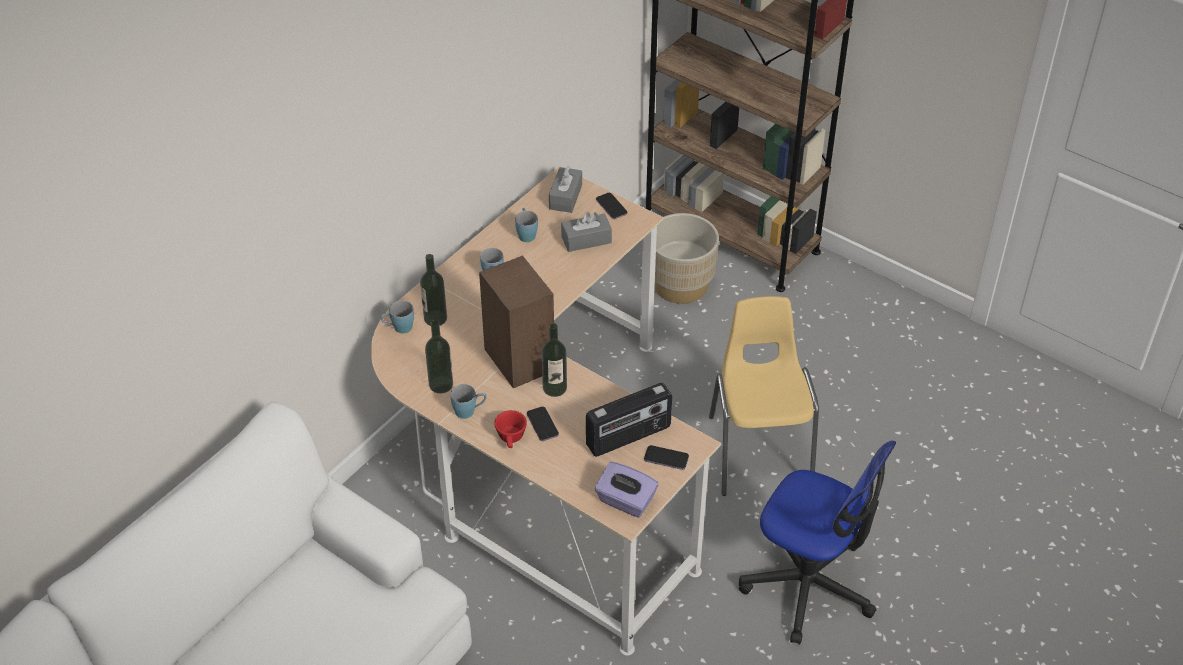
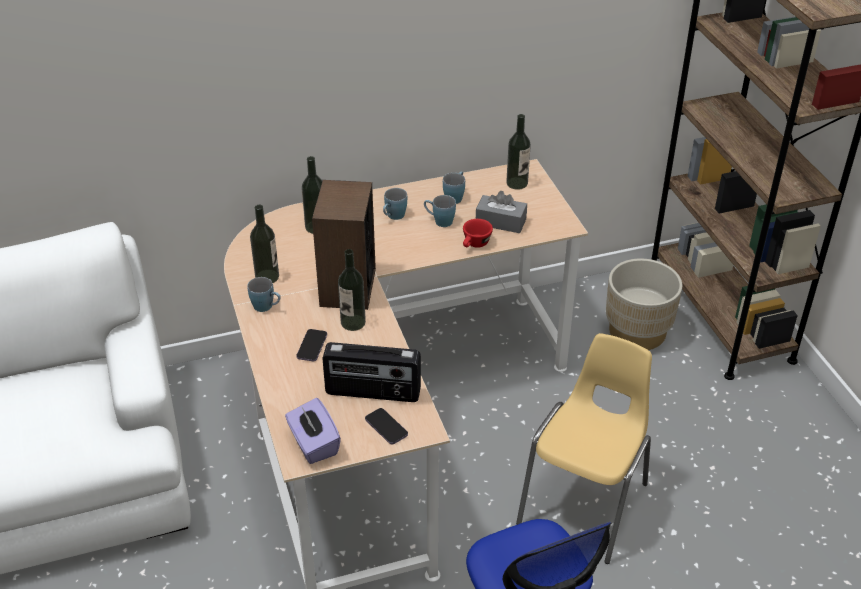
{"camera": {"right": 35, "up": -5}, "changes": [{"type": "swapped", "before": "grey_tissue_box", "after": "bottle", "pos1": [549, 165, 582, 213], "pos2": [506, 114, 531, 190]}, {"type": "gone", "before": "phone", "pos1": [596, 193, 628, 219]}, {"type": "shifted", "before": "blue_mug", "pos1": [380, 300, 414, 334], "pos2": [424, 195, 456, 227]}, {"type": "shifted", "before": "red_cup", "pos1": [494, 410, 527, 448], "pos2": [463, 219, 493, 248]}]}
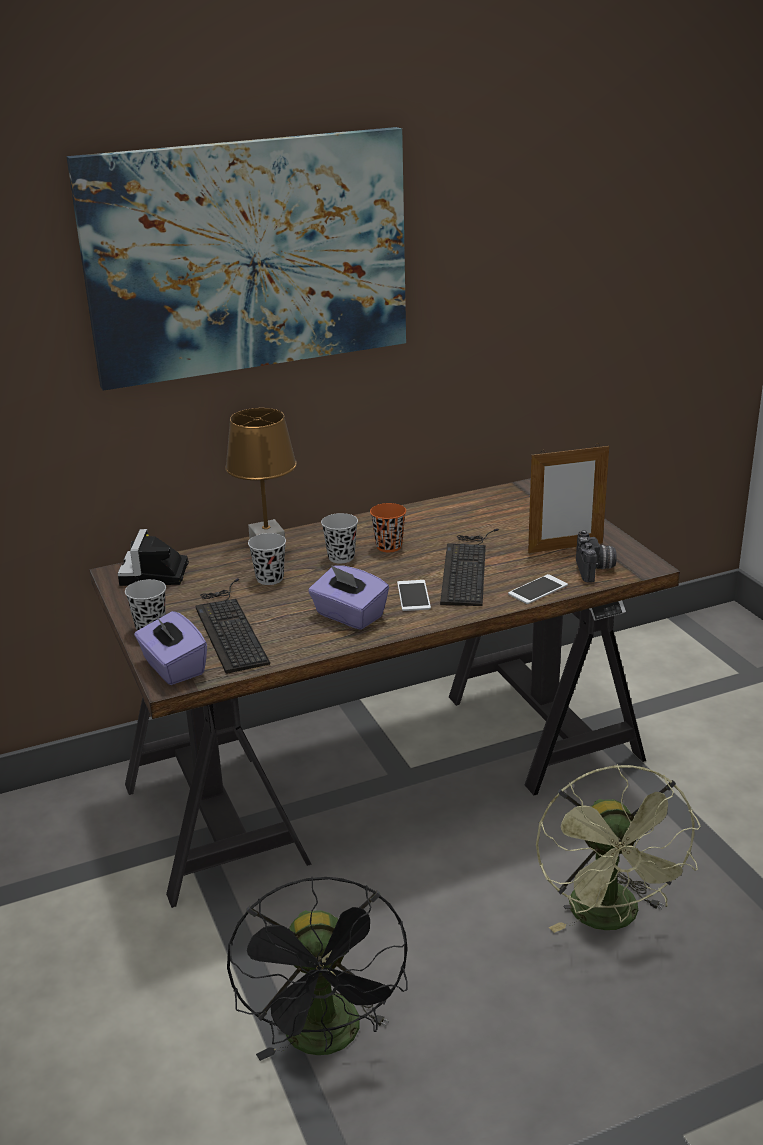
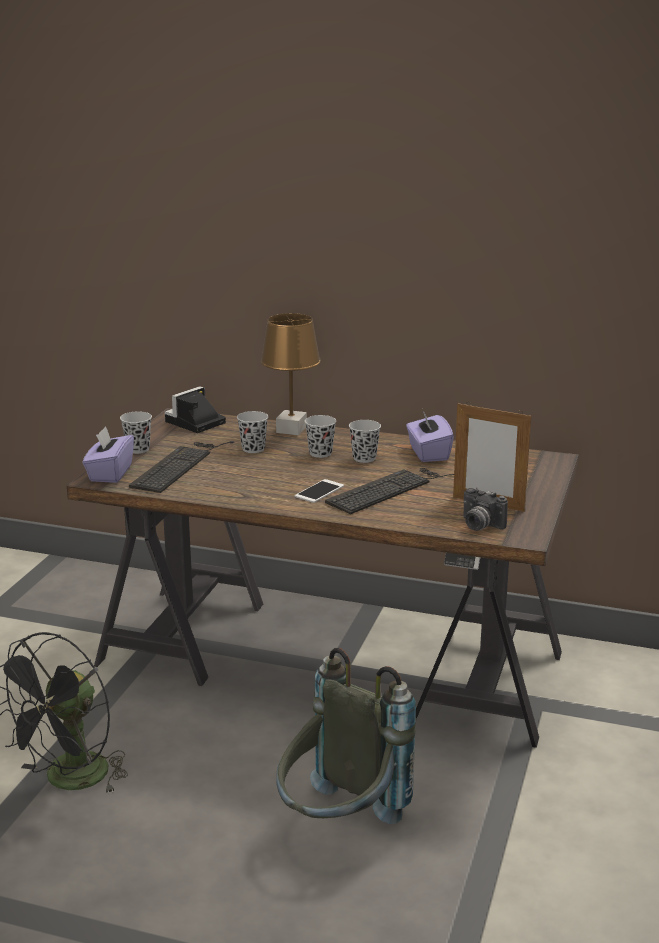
{"camera": {"right": 40, "up": -5}, "changes": [{"type": "gone", "before": "picture", "pos1": [66, 127, 406, 391]}, {"type": "repainted", "before": "orange_cup", "after": "black_cup", "pos1": [370, 503, 406, 552], "pos2": [349, 420, 381, 463]}, {"type": "rotated", "before": "photo_camera", "pos1": [576, 530, 617, 582], "pos2": [463, 488, 508, 531], "turn": 90}, {"type": "shifted", "before": "purple_tissue_box", "pos1": [308, 565, 389, 630], "pos2": [406, 411, 454, 462]}, {"type": "gone", "before": "phone", "pos1": [508, 574, 568, 604]}, {"type": "swapped", "before": "green_fan", "after": "grey_backpack", "pos1": [536, 764, 701, 933], "pos2": [276, 648, 416, 824]}]}
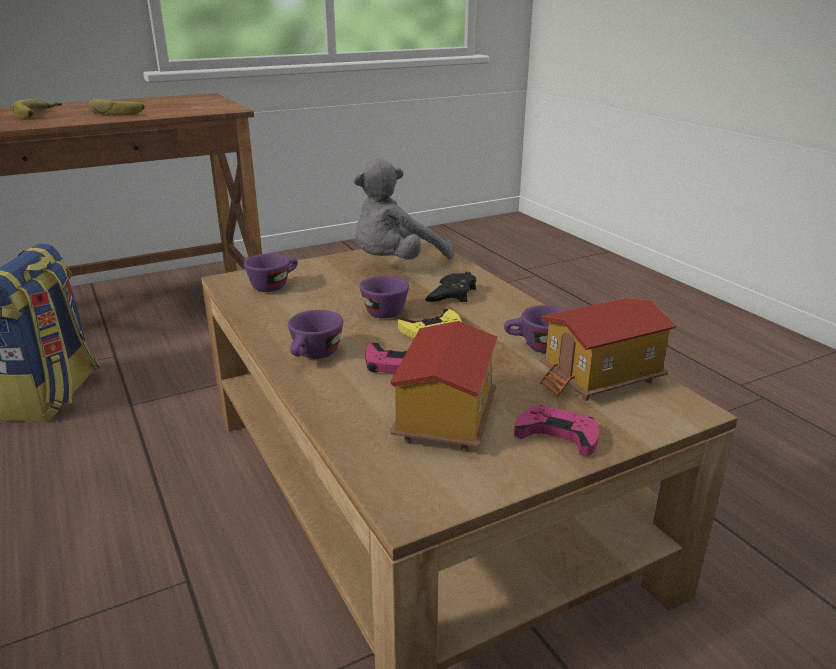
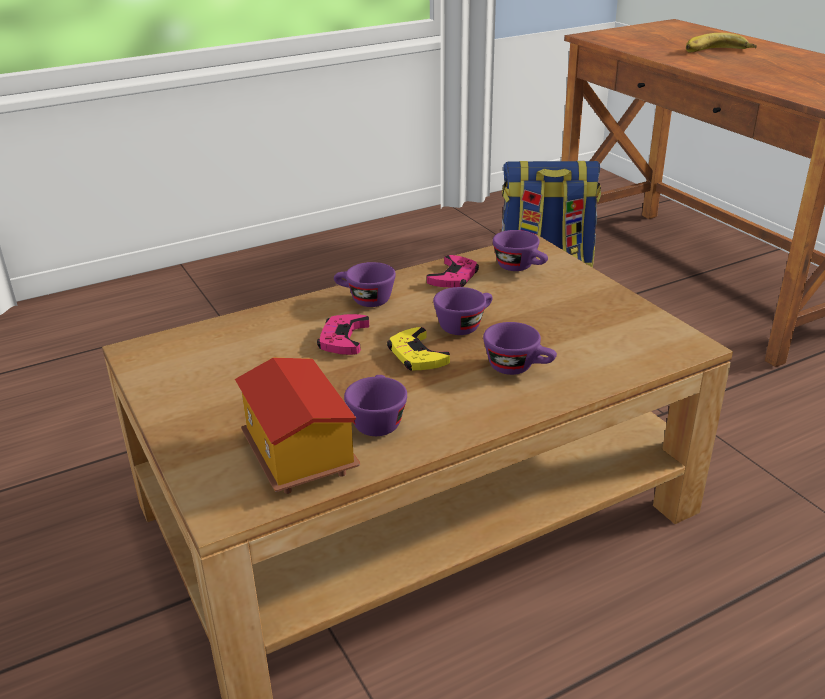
{"camera": {"right": 90, "up": 5}, "changes": [{"type": "gone", "before": "banana", "pos1": [88, 98, 145, 115]}, {"type": "gone", "before": "grey_plush_toy", "pos1": [354, 159, 454, 260]}, {"type": "swapped", "before": "black_game_controller", "after": "purple_cup", "pos1": [425, 272, 476, 303], "pos2": [483, 322, 557, 375]}, {"type": "gone", "before": "toy_house", "pos1": [390, 321, 497, 452]}, {"type": "shifted", "before": "pink_game_controller", "pos1": [514, 405, 599, 456], "pos2": [427, 255, 479, 288]}]}
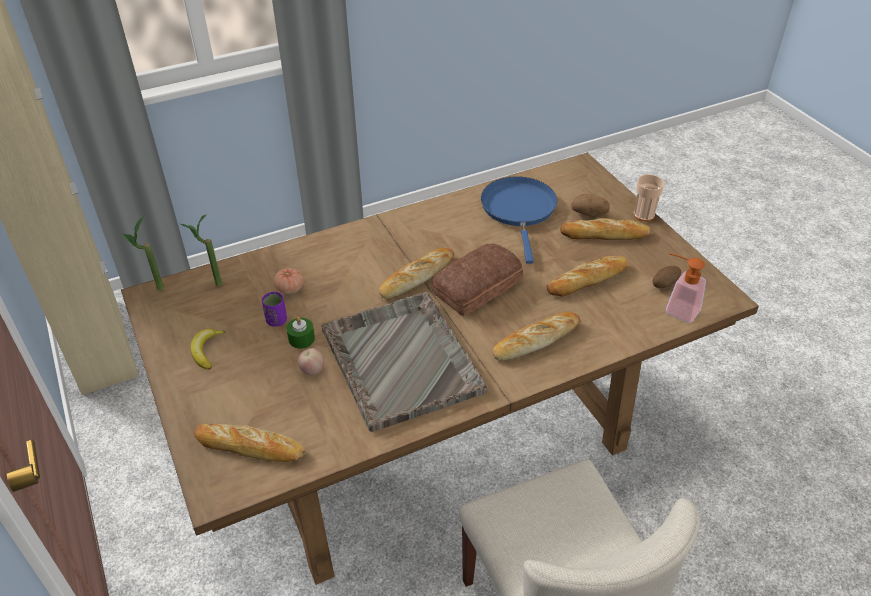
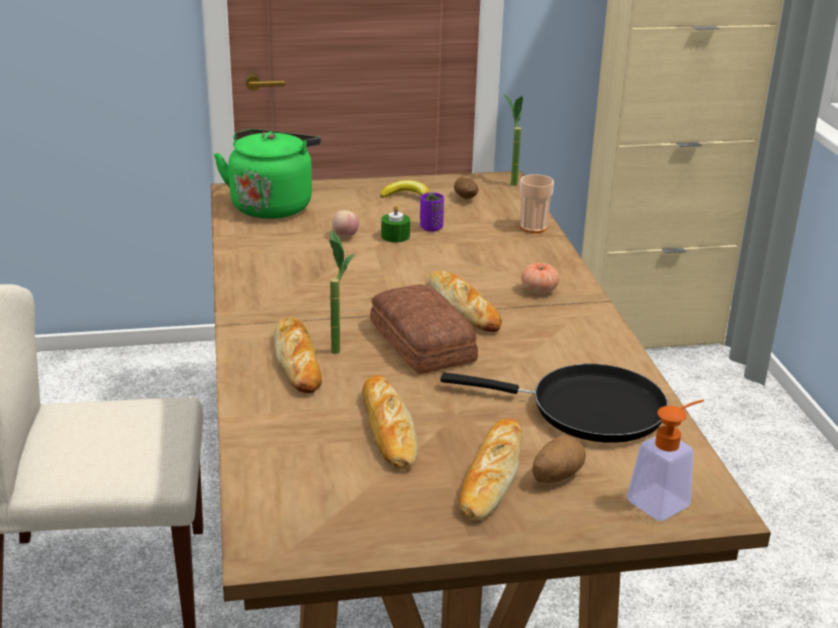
{"camera": {"right": 105, "up": -15}, "changes": [{"type": "shifted", "before": "cup", "pos1": [633, 174, 665, 221], "pos2": [520, 174, 554, 233]}, {"type": "repainted", "before": "blue_frying_pan", "after": "black_frying_pan", "pos1": [481, 176, 557, 264], "pos2": [440, 364, 668, 443]}, {"type": "shifted", "before": "potted_plant", "pos1": [180, 214, 222, 286], "pos2": [329, 229, 355, 354]}, {"type": "shifted", "before": "soap_dispenser", "pos1": [666, 253, 706, 323], "pos2": [627, 399, 704, 521]}, {"type": "shifted", "before": "potato", "pos1": [653, 266, 681, 288], "pos2": [454, 177, 478, 199]}, {"type": "shifted", "before": "tomato", "pos1": [274, 268, 304, 294], "pos2": [521, 263, 559, 294]}, {"type": "gone", "before": "grey_tray", "pos1": [321, 292, 487, 432]}, {"type": "swapped", "before": "bread", "after": "green_kettle", "pos1": [194, 424, 306, 462], "pos2": [214, 129, 321, 219]}]}
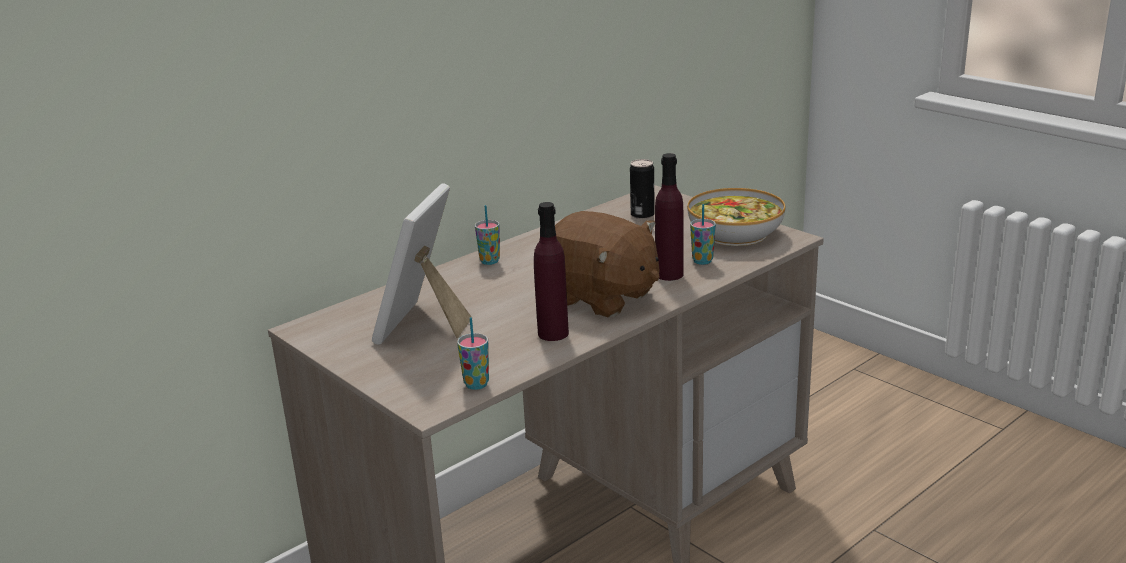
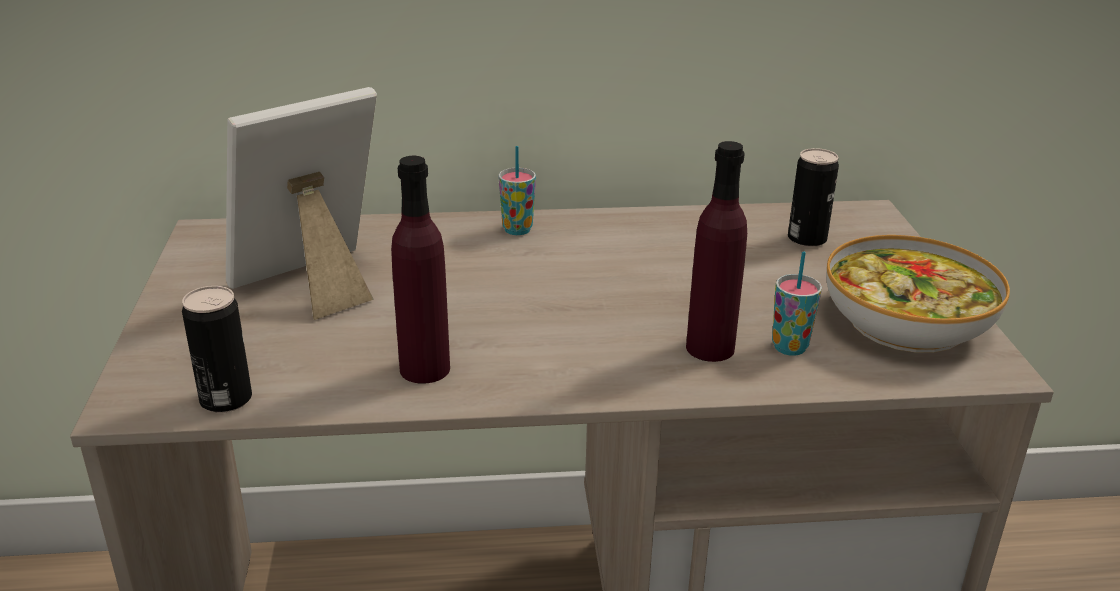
{"camera": {"right": 35, "up": 5}, "changes": [{"type": "gone", "before": "brown_plush_toy", "pos1": [555, 211, 660, 317]}, {"type": "swapped", "before": "cup", "after": "can", "pos1": [457, 317, 489, 390], "pos2": [182, 286, 252, 413]}]}
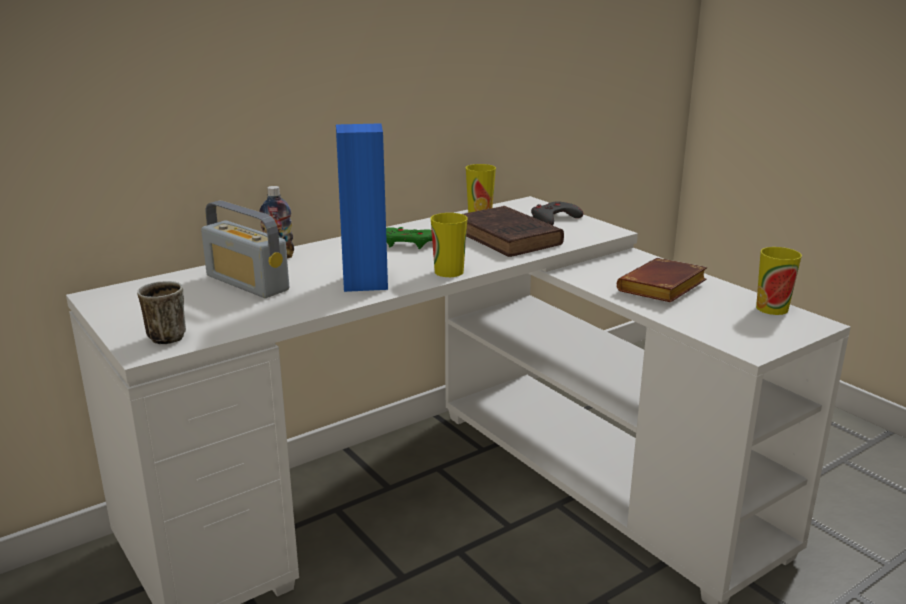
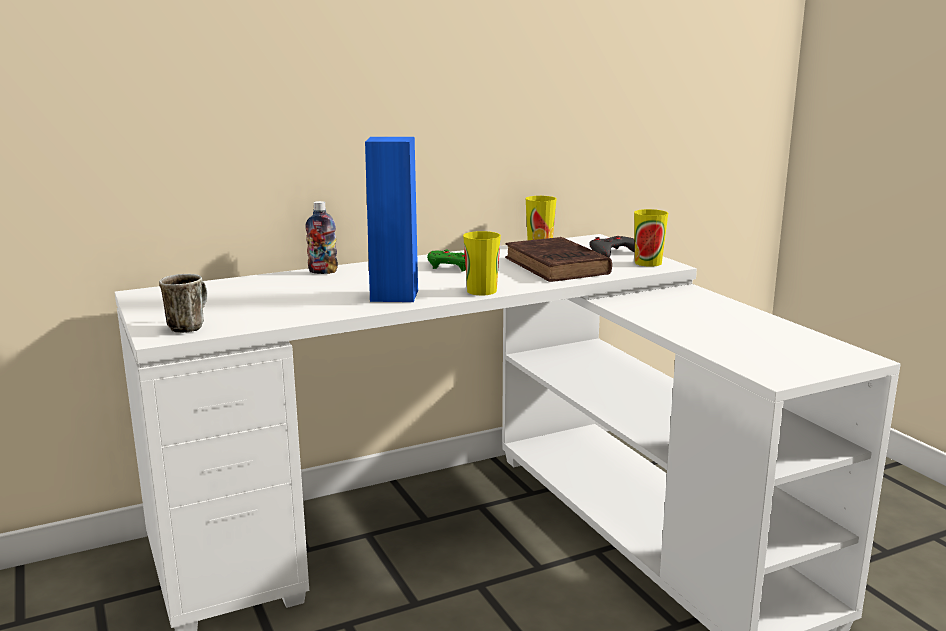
{"camera": {"right": 10, "up": -5}, "changes": [{"type": "gone", "before": "radio", "pos1": [201, 201, 289, 298]}, {"type": "shifted", "before": "cup", "pos1": [756, 247, 802, 315], "pos2": [634, 209, 668, 267]}, {"type": "gone", "before": "brown_book", "pos1": [617, 258, 707, 302]}]}
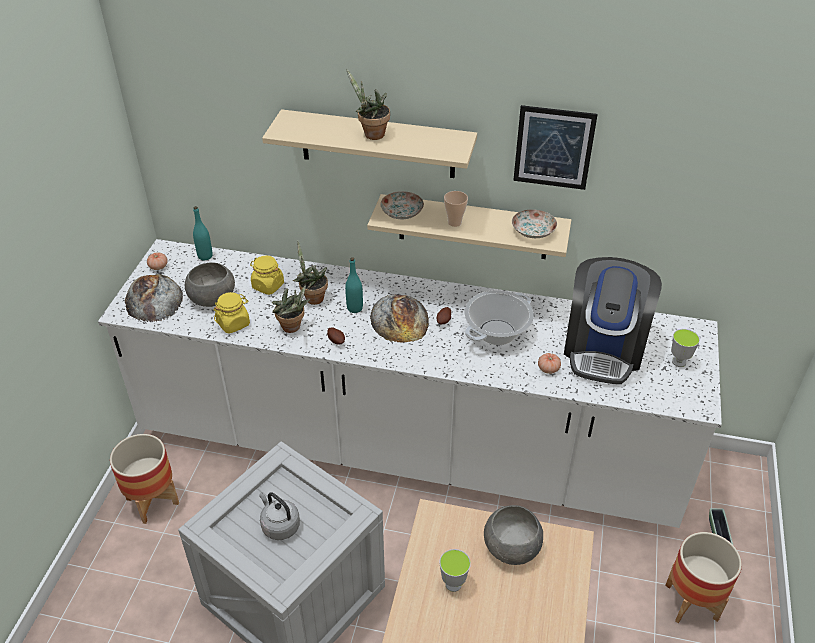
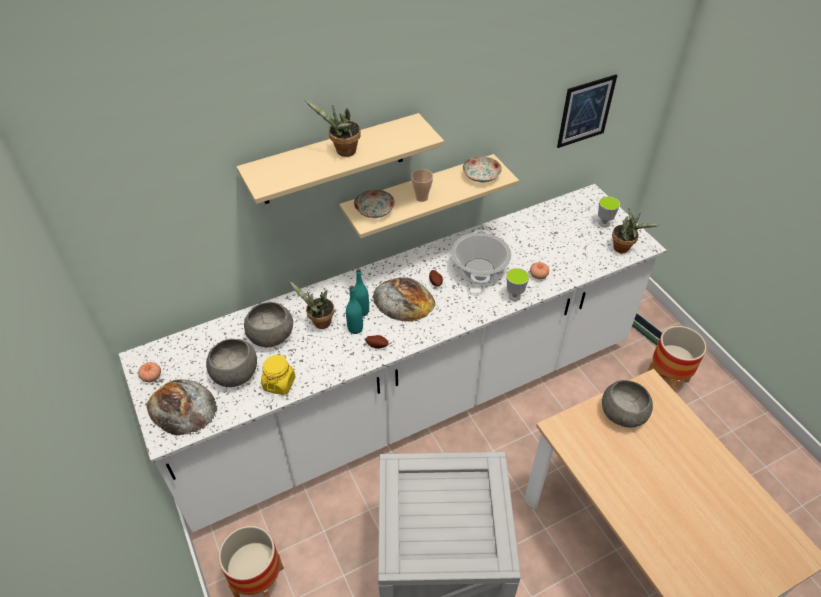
{"camera": {"right": -40, "up": 5}, "changes": [{"type": "shifted", "before": "picture", "pos1": [513, 105, 598, 190], "pos2": [557, 74, 617, 148]}, {"type": "shifted", "before": "turquoise_bottle", "pos1": [193, 206, 213, 260], "pos2": [346, 286, 363, 334]}, {"type": "swapped", "before": "yellow_jar", "after": "grey_bowl", "pos1": [250, 256, 284, 295], "pos2": [244, 302, 293, 347]}, {"type": "gone", "before": "coffee_machine", "pos1": [564, 257, 662, 384]}, {"type": "shifted", "before": "potted_plant", "pos1": [272, 284, 310, 333], "pos2": [612, 207, 660, 253]}, {"type": "gone", "before": "grey_kettle", "pos1": [259, 492, 300, 540]}, {"type": "shifted", "before": "cup", "pos1": [439, 549, 471, 592], "pos2": [506, 268, 529, 301]}]}
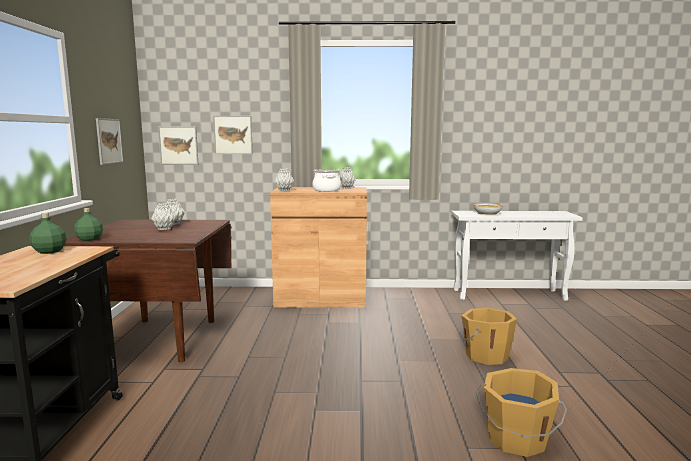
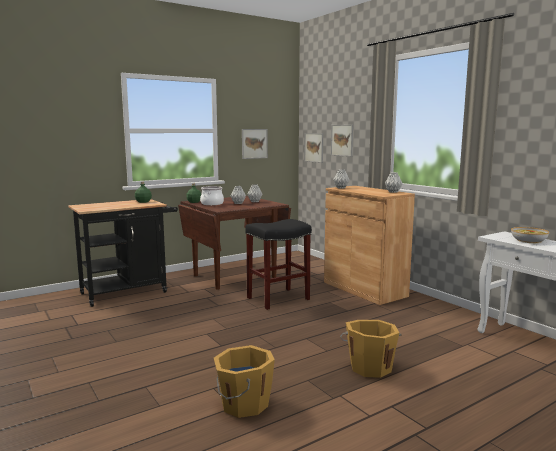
{"camera": {"right": 55, "up": 0}, "changes": [{"type": "shifted", "before": "cooking_pot", "pos1": [312, 169, 341, 192], "pos2": [200, 186, 224, 205]}, {"type": "new", "after": "black_stool", "pos2": [245, 219, 312, 310]}]}
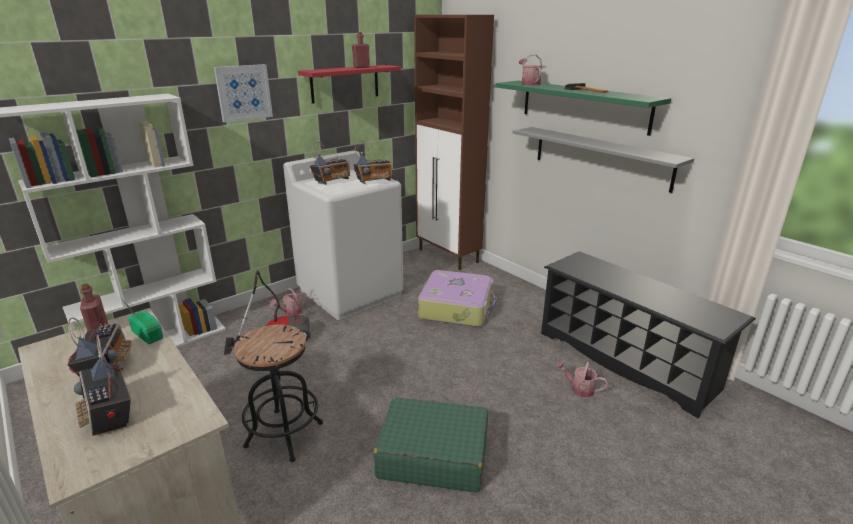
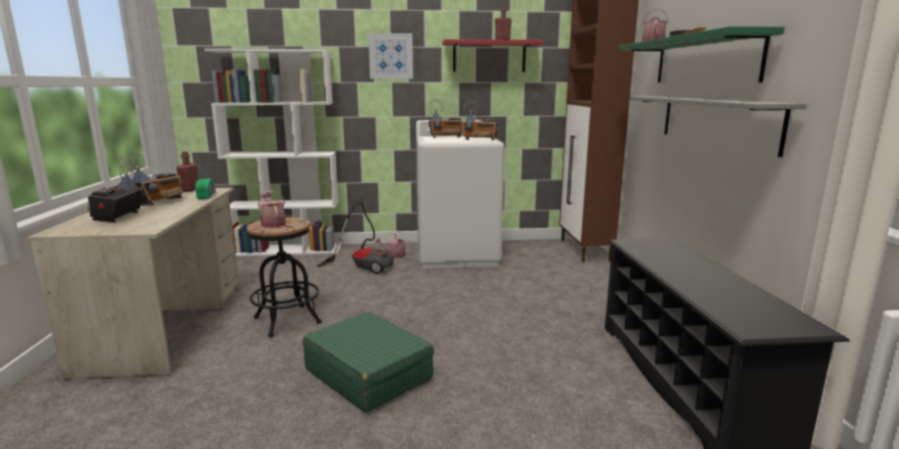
{"camera": {"right": 35, "up": -10}, "changes": [{"type": "gone", "before": "suitcase", "pos1": [418, 270, 497, 327]}, {"type": "shifted", "before": "watering_can", "pos1": [555, 361, 608, 397], "pos2": [258, 190, 286, 228]}]}
